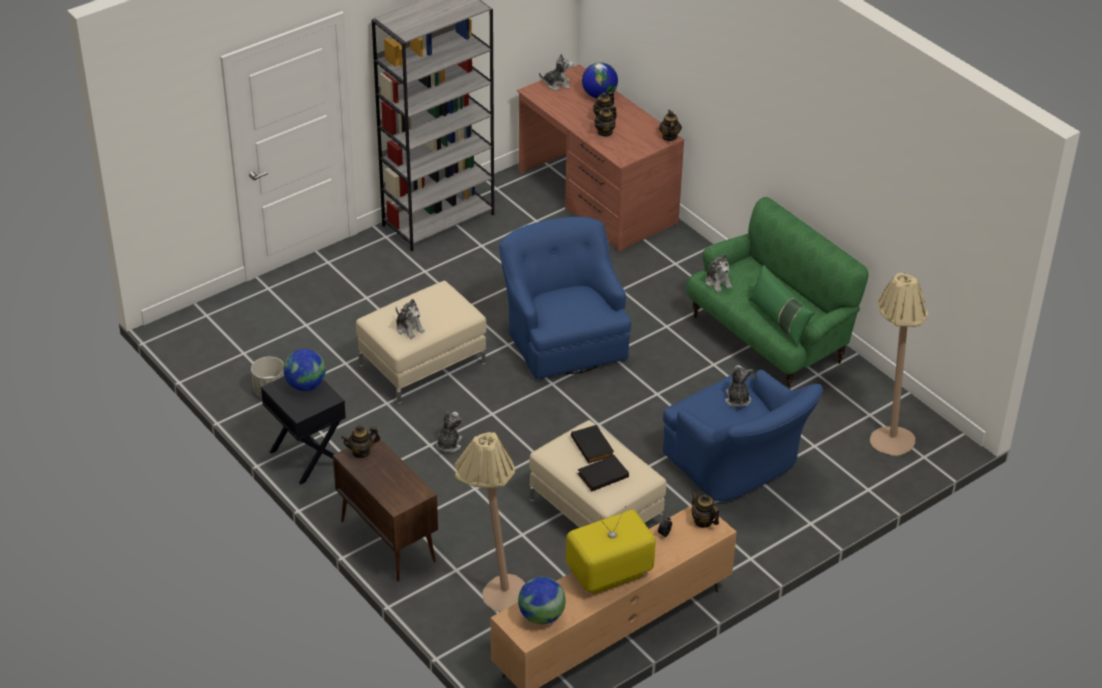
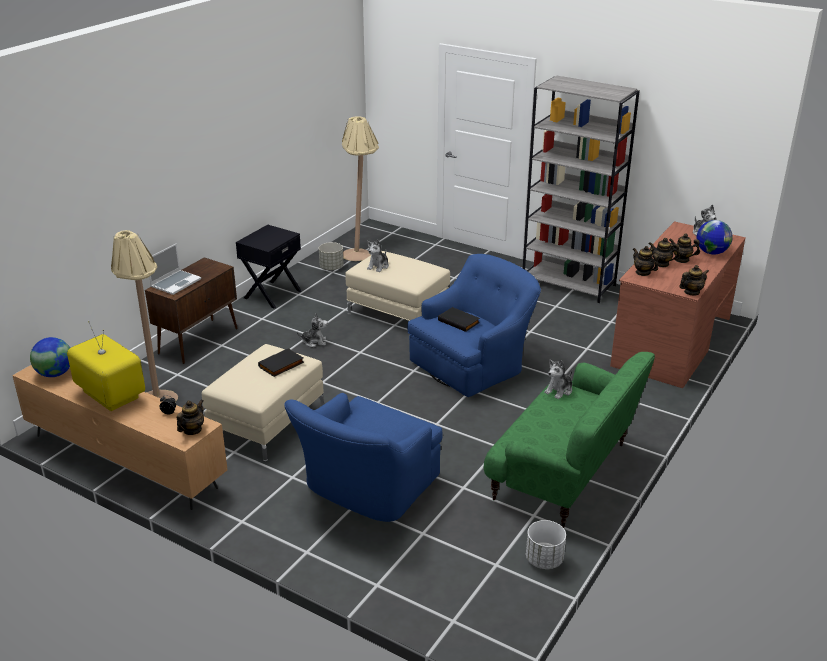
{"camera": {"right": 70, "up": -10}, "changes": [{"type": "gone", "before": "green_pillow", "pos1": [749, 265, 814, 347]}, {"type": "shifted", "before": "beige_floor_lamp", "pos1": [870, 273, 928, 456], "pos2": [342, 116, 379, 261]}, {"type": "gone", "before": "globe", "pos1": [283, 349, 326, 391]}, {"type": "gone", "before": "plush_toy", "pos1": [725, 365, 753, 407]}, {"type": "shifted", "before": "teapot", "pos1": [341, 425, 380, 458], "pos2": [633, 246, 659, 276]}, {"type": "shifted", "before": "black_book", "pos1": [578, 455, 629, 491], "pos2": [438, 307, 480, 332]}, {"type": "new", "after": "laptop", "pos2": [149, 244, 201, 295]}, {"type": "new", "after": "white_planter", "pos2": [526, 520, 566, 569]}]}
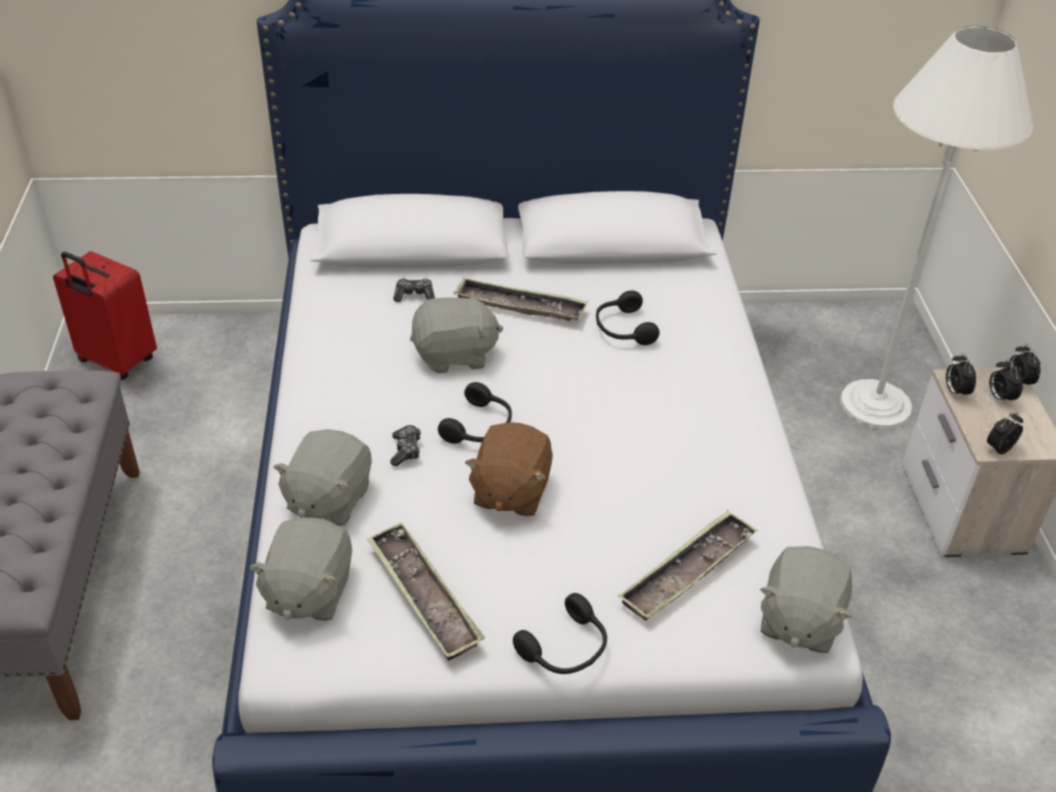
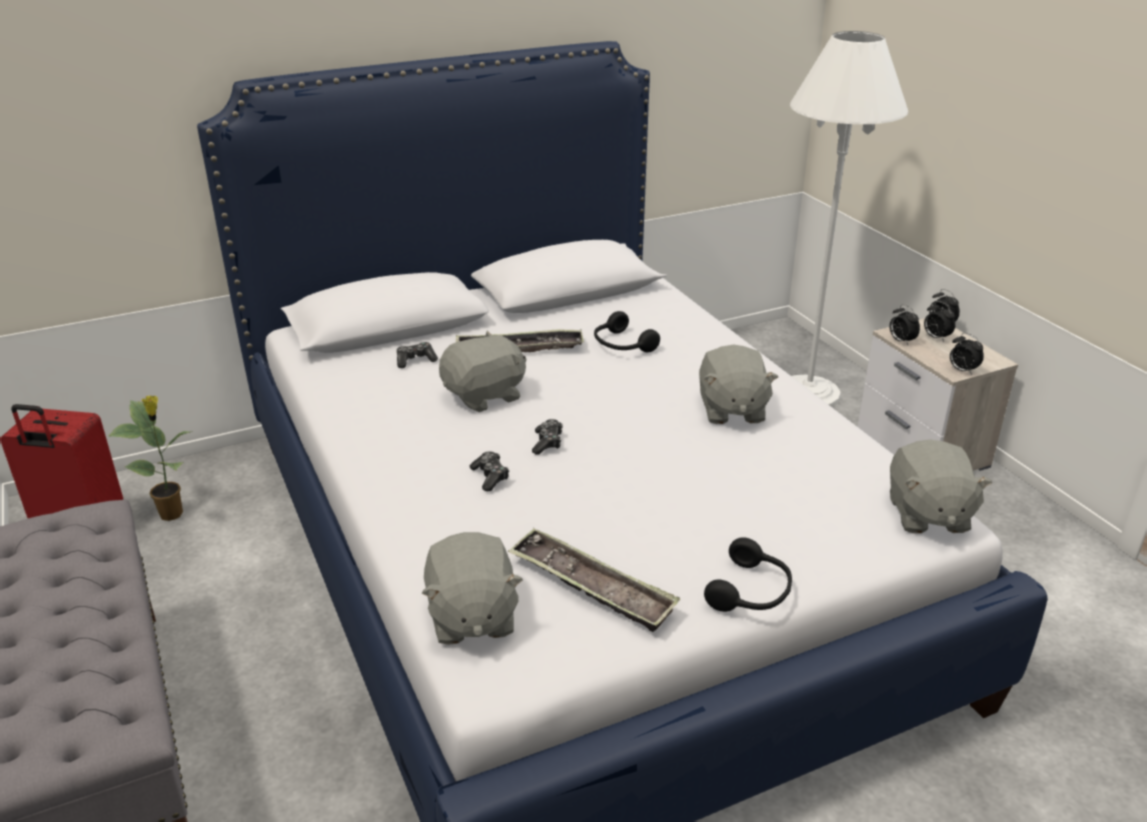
{"camera": {"right": -20, "up": -10}, "changes": [{"type": "swapped", "before": "black_headphones", "after": "game_controller", "pos1": [438, 382, 512, 444], "pos2": [532, 419, 563, 455]}, {"type": "rotated", "before": "alarm_clock", "pos1": [987, 412, 1023, 455], "pos2": [950, 333, 984, 375], "turn": -75}, {"type": "gone", "before": "brown_plush_toy", "pos1": [465, 422, 553, 517]}, {"type": "shifted", "before": "grey_plush_toy", "pos1": [273, 429, 372, 526], "pos2": [699, 344, 778, 424]}, {"type": "gone", "before": "tray", "pos1": [618, 510, 758, 621]}, {"type": "new", "after": "potted_plant", "pos2": [108, 395, 193, 521]}]}
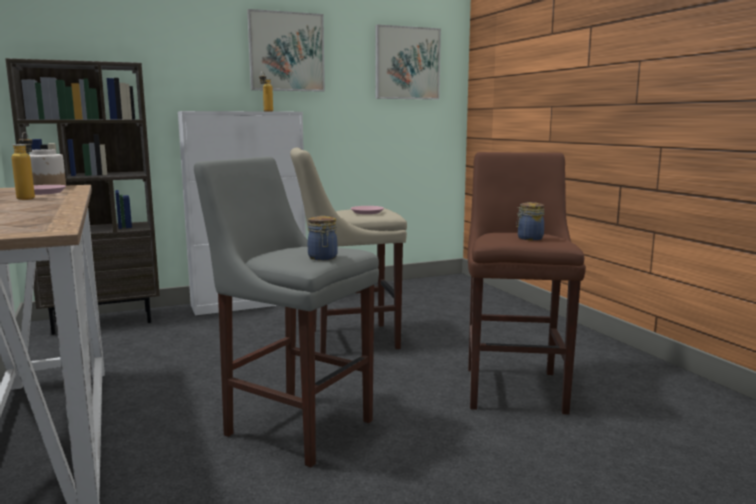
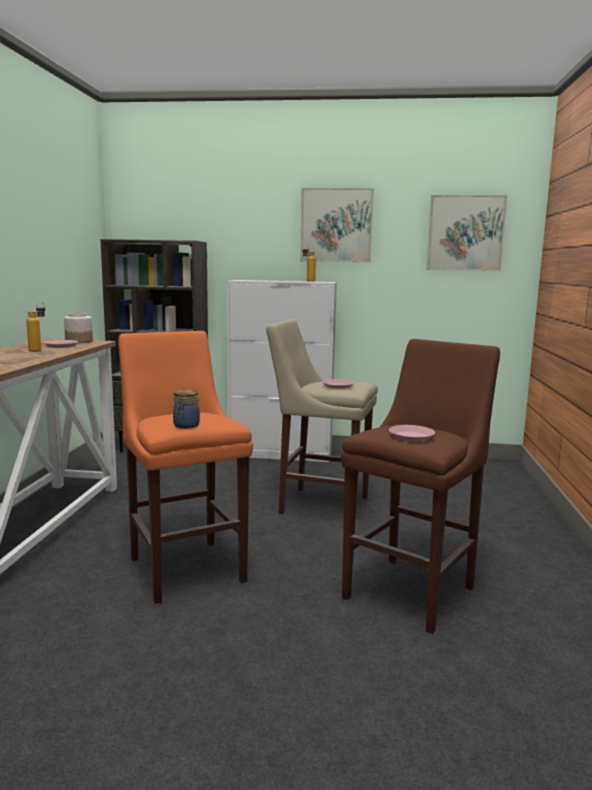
{"camera": {"right": 30, "up": 0}, "changes": [{"type": "repainted", "before": "grey_stool", "after": "orange_stool", "pos1": [194, 156, 379, 467], "pos2": [118, 331, 253, 604]}, {"type": "swapped", "before": "jar", "after": "pink_plate", "pos1": [516, 202, 545, 240], "pos2": [389, 425, 435, 441]}]}
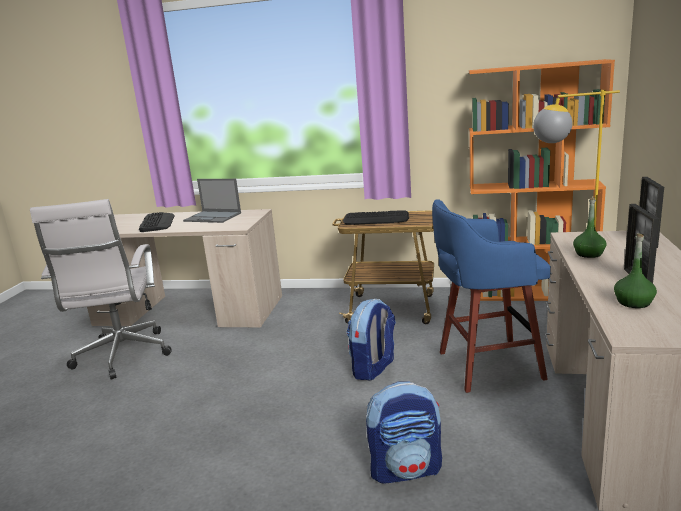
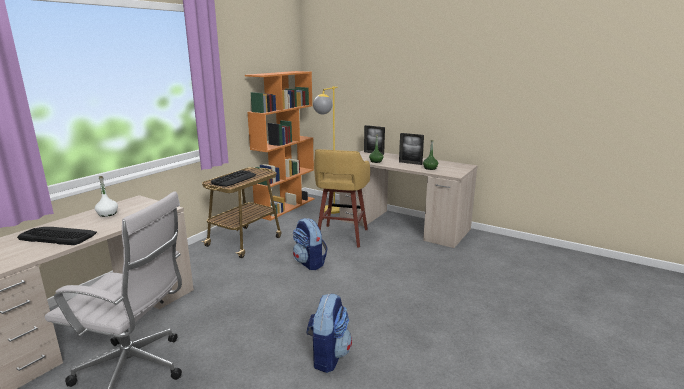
{"camera": {"right": -70, "up": 0}, "changes": [{"type": "swapped", "before": "laptop", "after": "white_bottle", "pos1": [183, 179, 241, 223], "pos2": [95, 176, 118, 217]}, {"type": "repainted", "before": "blue_stool", "after": "yellow_stool", "pos1": [432, 199, 551, 393], "pos2": [314, 149, 370, 248]}, {"type": "shifted", "before": "backpack", "pos1": [366, 382, 442, 484], "pos2": [307, 293, 352, 373]}]}
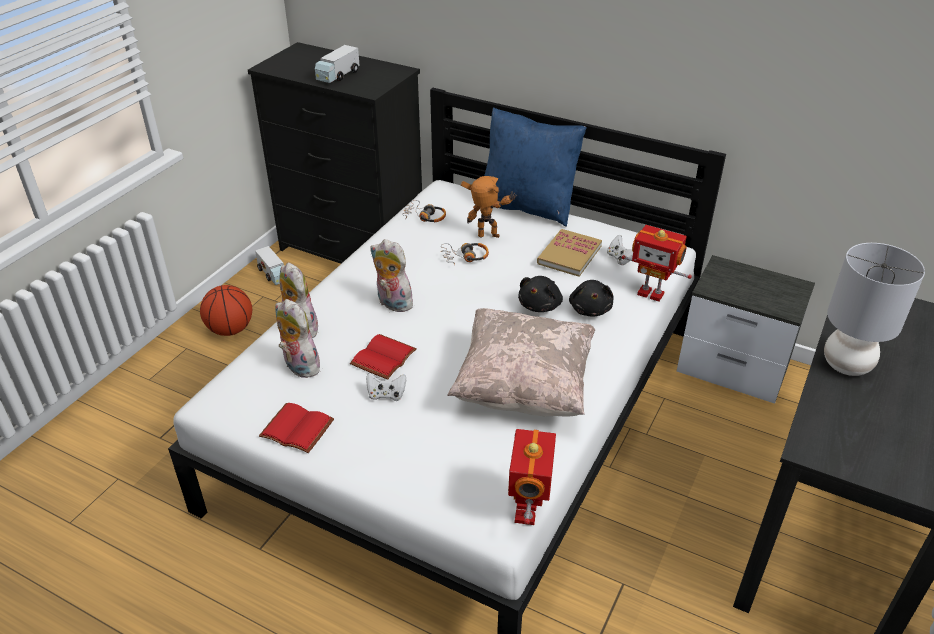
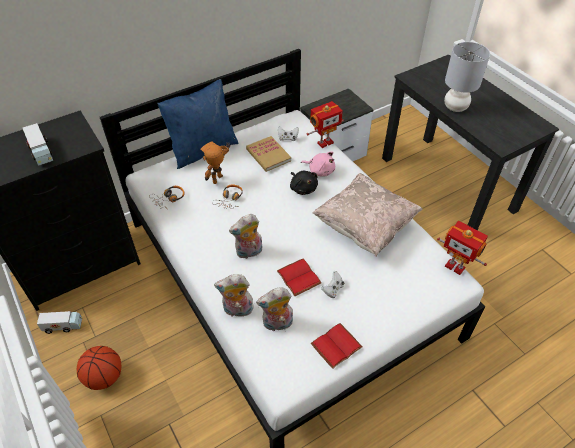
{"camera": {"right": -60, "up": 10}, "changes": [{"type": "repainted", "before": "black_plush_toy", "after": "pink_plush_toy", "pos1": [569, 280, 614, 316], "pos2": [301, 152, 335, 177]}]}
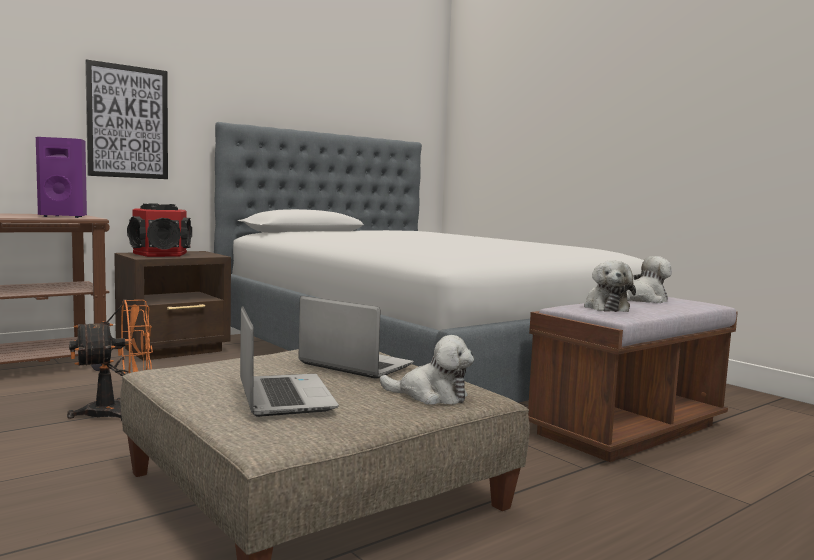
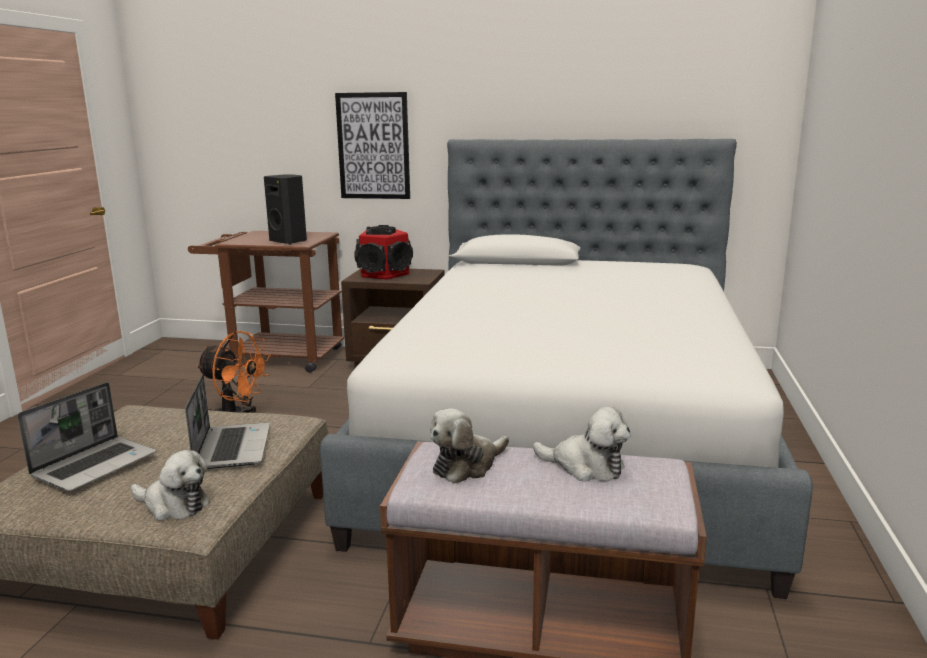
{"camera": {"right": 50, "up": 10}, "changes": [{"type": "repainted", "before": "purple_speaker", "after": "black_speaker", "pos1": [36, 137, 87, 218], "pos2": [264, 175, 307, 245]}, {"type": "rotated", "before": "plush_toy", "pos1": [380, 335, 474, 405], "pos2": [131, 450, 210, 521], "turn": -45}]}
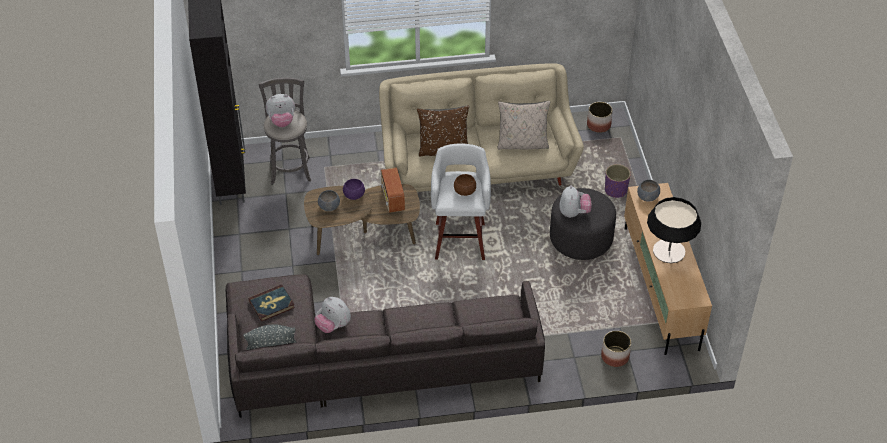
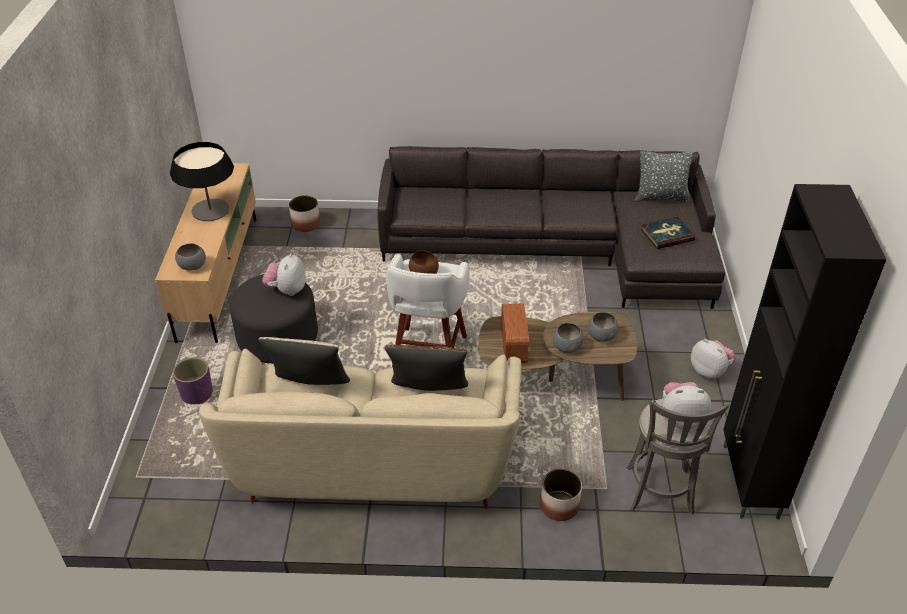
{"camera": {"right": -170, "up": -5}, "changes": [{"type": "shifted", "before": "planter", "pos1": [587, 102, 613, 133], "pos2": [540, 469, 582, 521]}, {"type": "repainted", "before": "purple_bowl", "after": "grey_bowl", "pos1": [343, 179, 365, 200], "pos2": [553, 323, 584, 353]}, {"type": "shifted", "before": "plush_toy", "pos1": [314, 297, 351, 333], "pos2": [691, 339, 735, 379]}]}
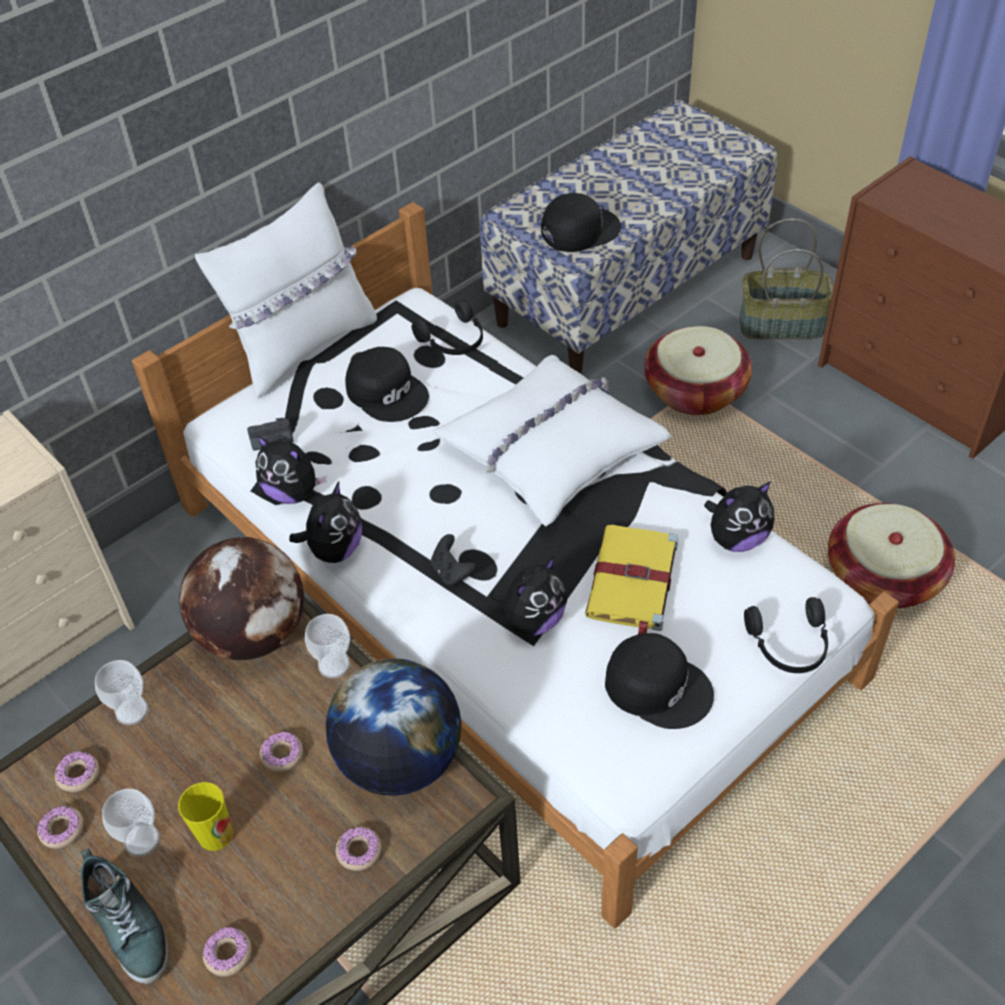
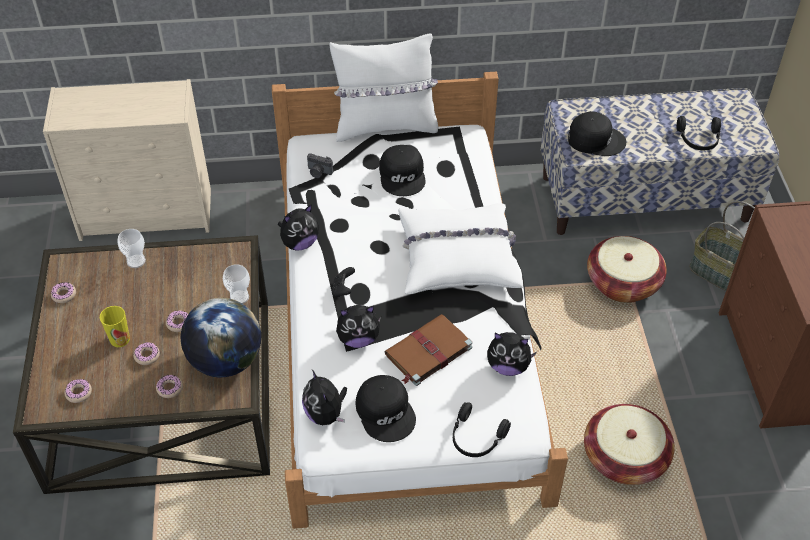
{"camera": {"right": 35, "up": 0}, "changes": [{"type": "shifted", "before": "black_headphones", "pos1": [412, 299, 483, 355], "pos2": [677, 116, 721, 150]}, {"type": "shifted", "before": "plush_toy", "pos1": [256, 435, 327, 504], "pos2": [302, 370, 347, 425]}, {"type": "repainted", "before": "yellow_book", "after": "brown_book", "pos1": [585, 525, 678, 634], "pos2": [384, 314, 472, 386]}, {"type": "gone", "before": "globe", "pos1": [179, 537, 304, 660]}, {"type": "shifted", "before": "donut", "pos1": [55, 751, 99, 792], "pos2": [133, 342, 160, 365]}, {"type": "gone", "before": "cup", "pos1": [102, 789, 160, 856]}, {"type": "gone", "before": "shoe", "pos1": [81, 849, 169, 984]}]}
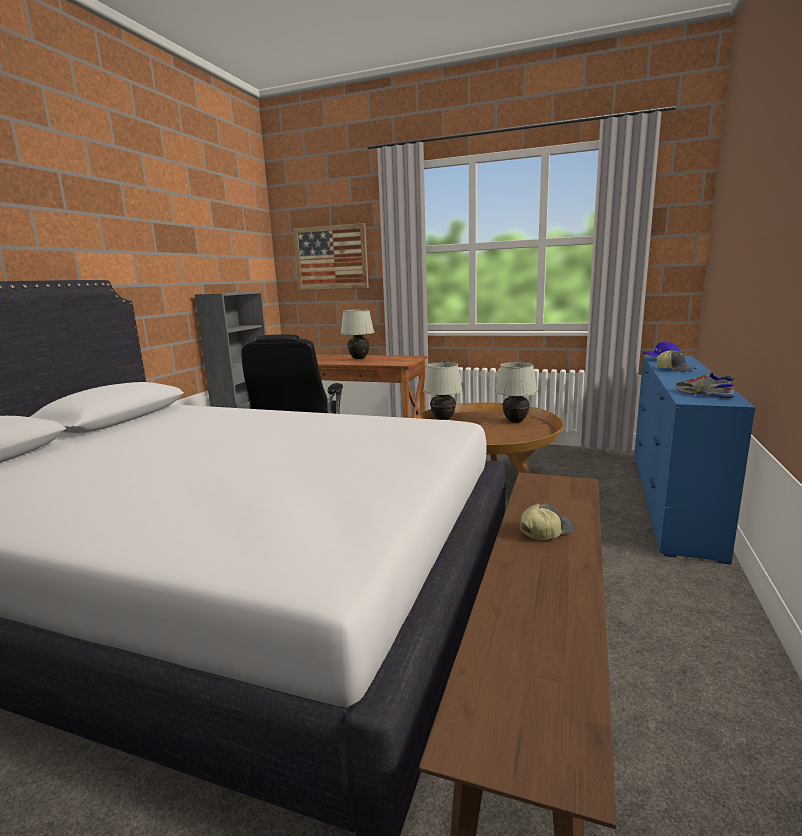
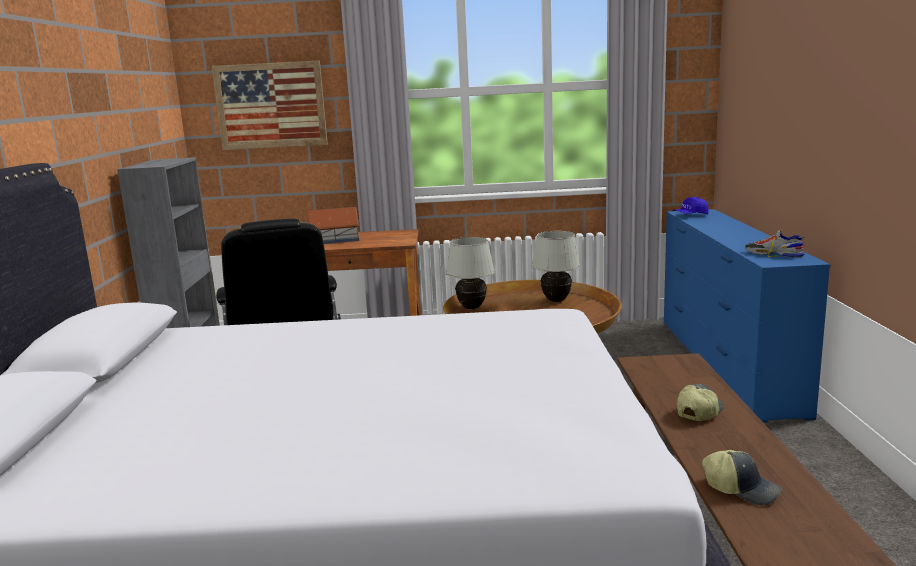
{"camera": {"right": -20, "up": 0}, "changes": [{"type": "swapped", "before": "white_table_lamp", "after": "toy_house", "pos1": [341, 309, 375, 359], "pos2": [307, 207, 360, 244]}, {"type": "shifted", "before": "cap", "pos1": [656, 350, 696, 372], "pos2": [702, 450, 782, 505]}]}
